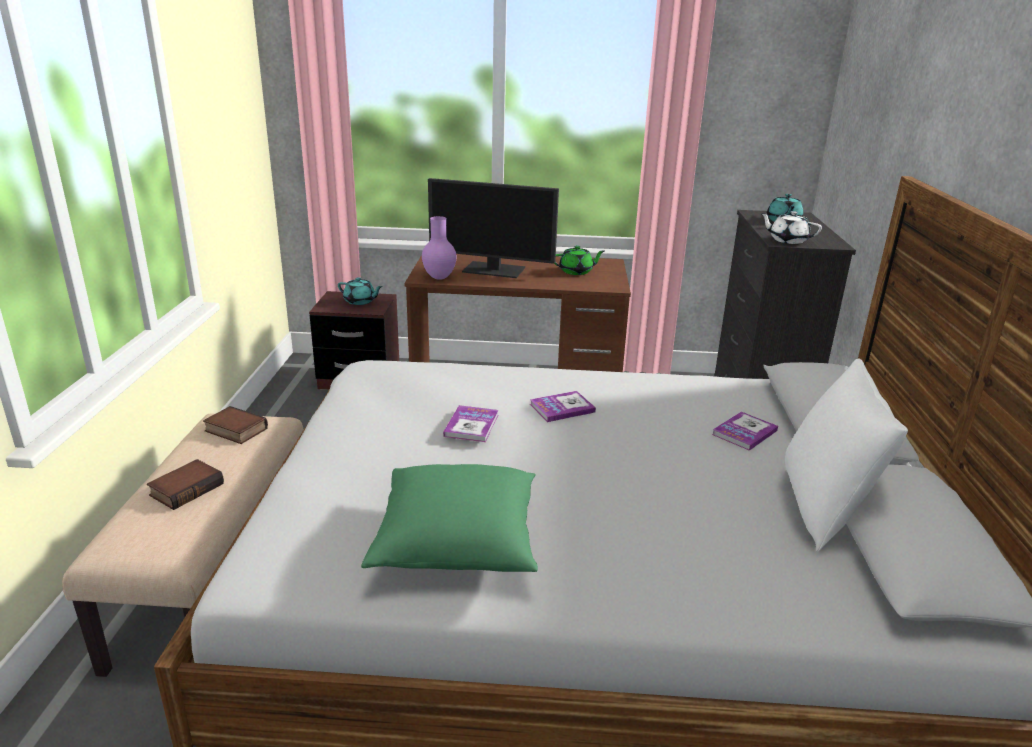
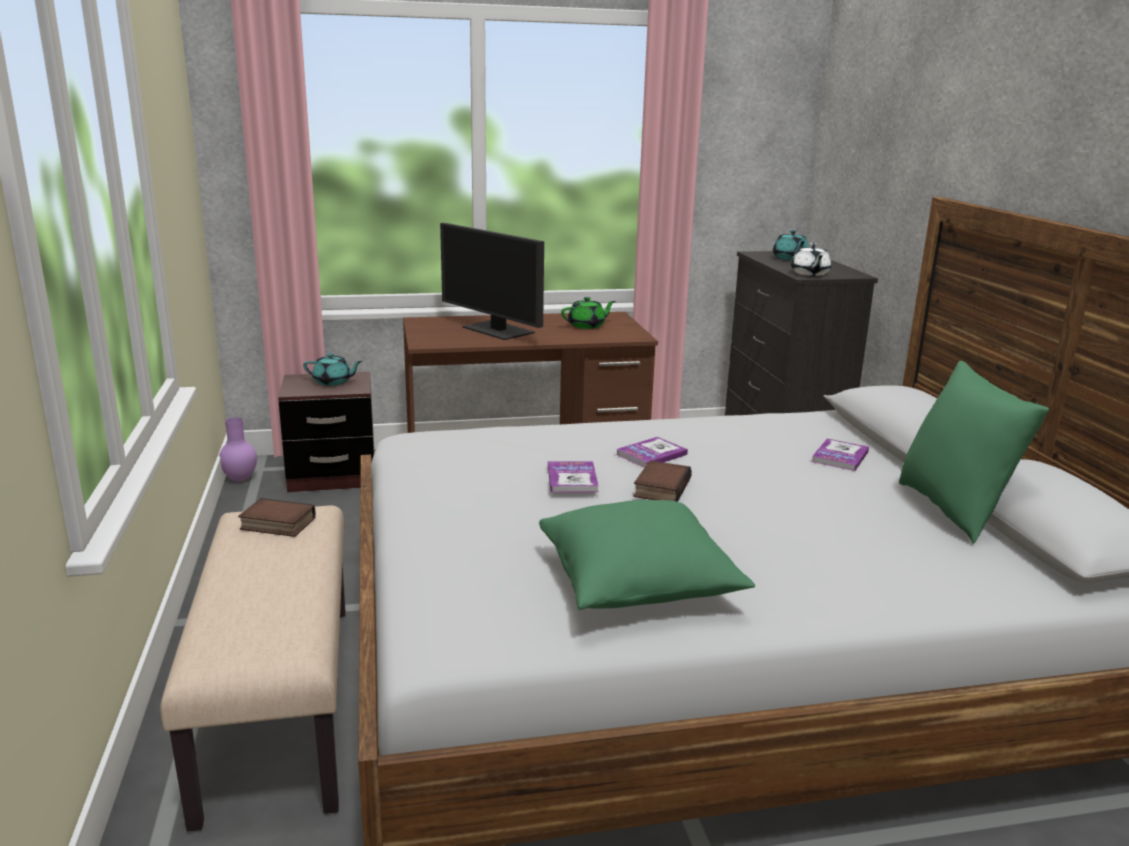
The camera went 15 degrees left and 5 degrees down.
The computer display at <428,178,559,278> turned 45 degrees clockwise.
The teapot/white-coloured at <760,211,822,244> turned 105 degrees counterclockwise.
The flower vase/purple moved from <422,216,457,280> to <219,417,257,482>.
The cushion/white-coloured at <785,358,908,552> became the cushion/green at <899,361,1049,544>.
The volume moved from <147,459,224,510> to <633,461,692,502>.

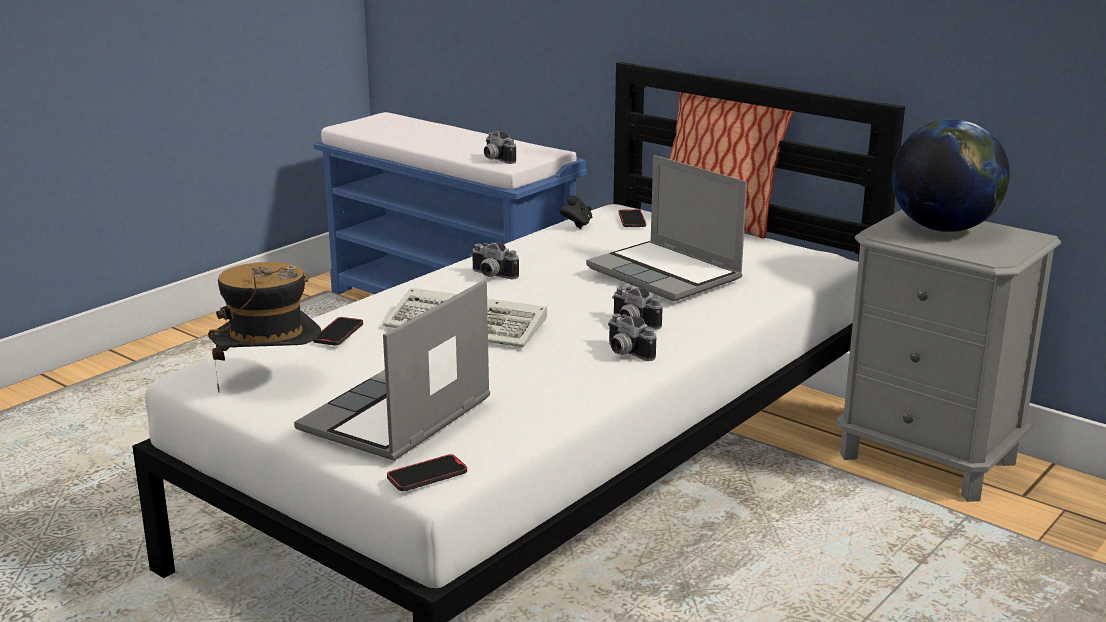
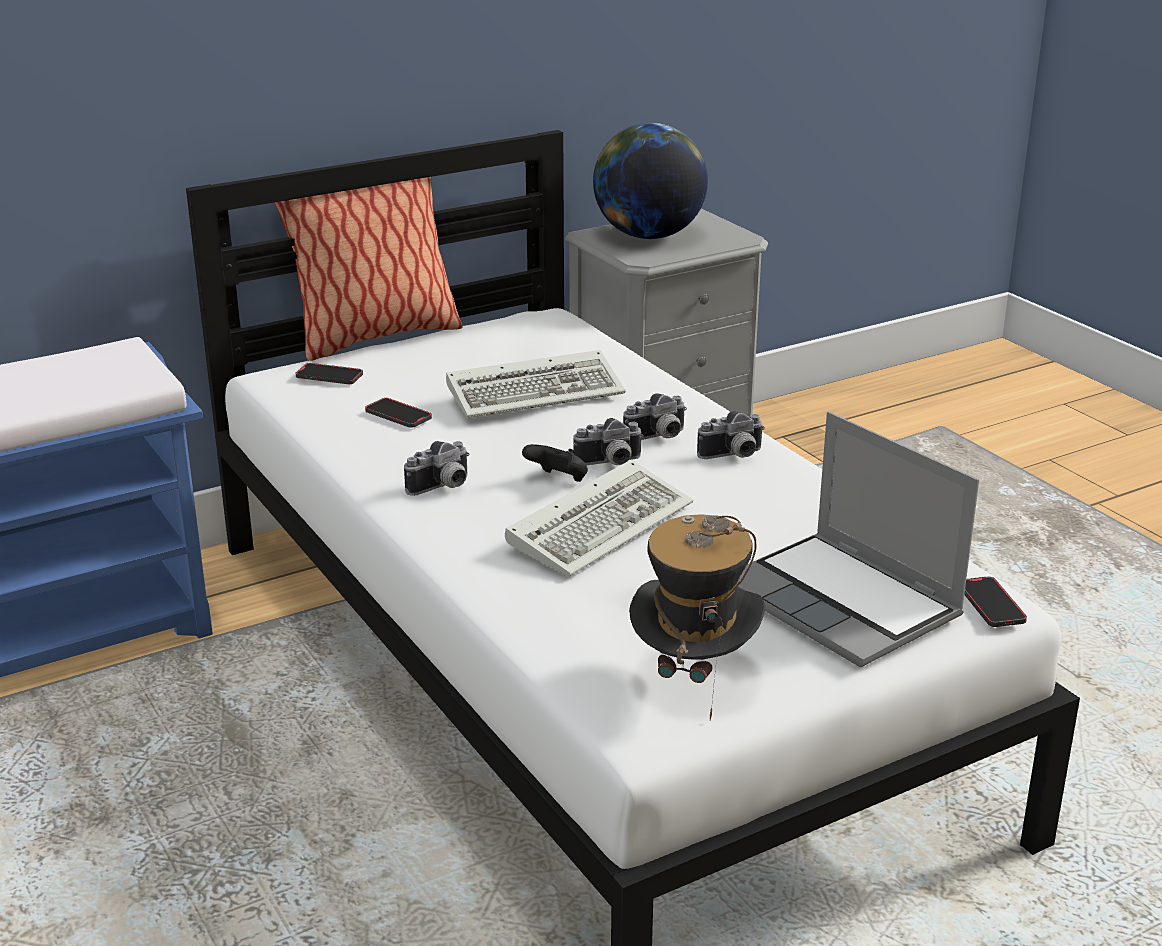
The camera went 70 degrees left and 5 degrees up.
The still camera moved from <484,131,516,164> to <573,418,644,465>.
The portable computer at <586,155,747,301> was replaced by the computer keyboard at <446,350,625,418>.
The game controller/black moved from <559,195,592,229> to <522,444,588,482>.
The phone moved from <313,317,363,346> to <365,398,432,428>.

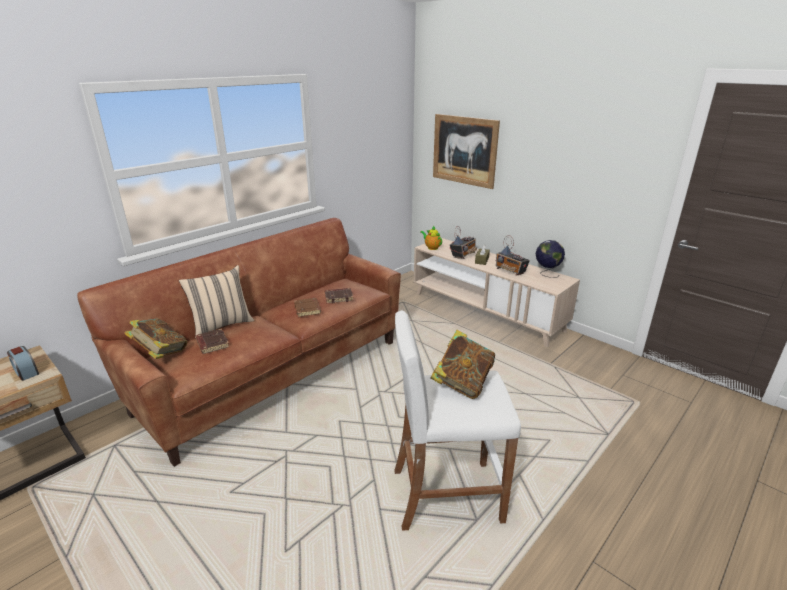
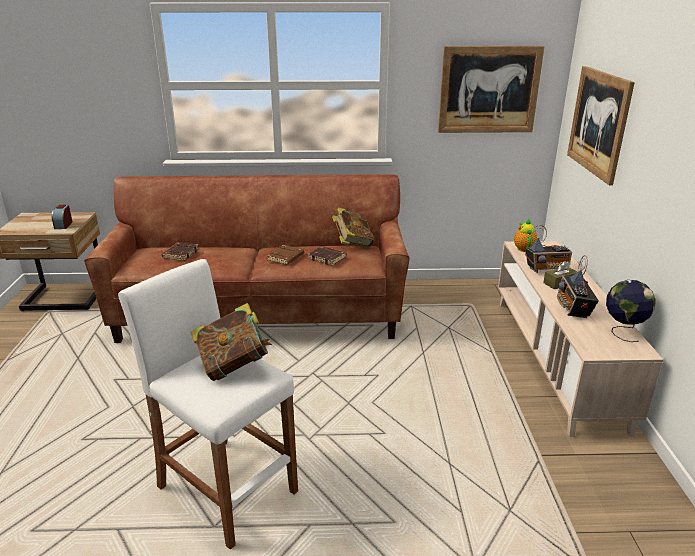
The camera went 45 degrees right and 0 degrees up.
The cushion/sand-coloured at <179,265,254,339> disappeared.
The volume moved from <124,318,187,359> to <332,207,374,248>.
The wall picture at <438,46,545,133> appeared.

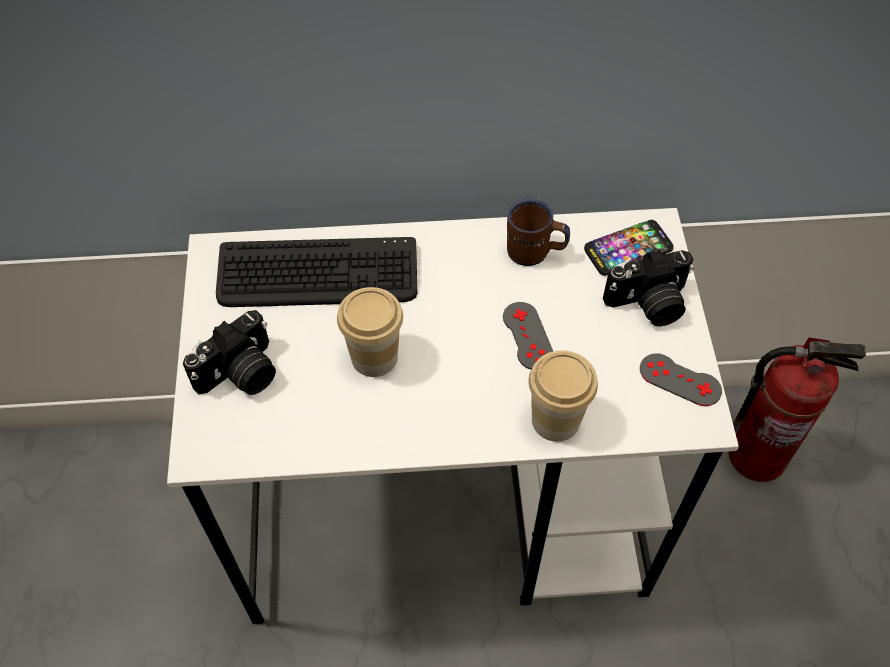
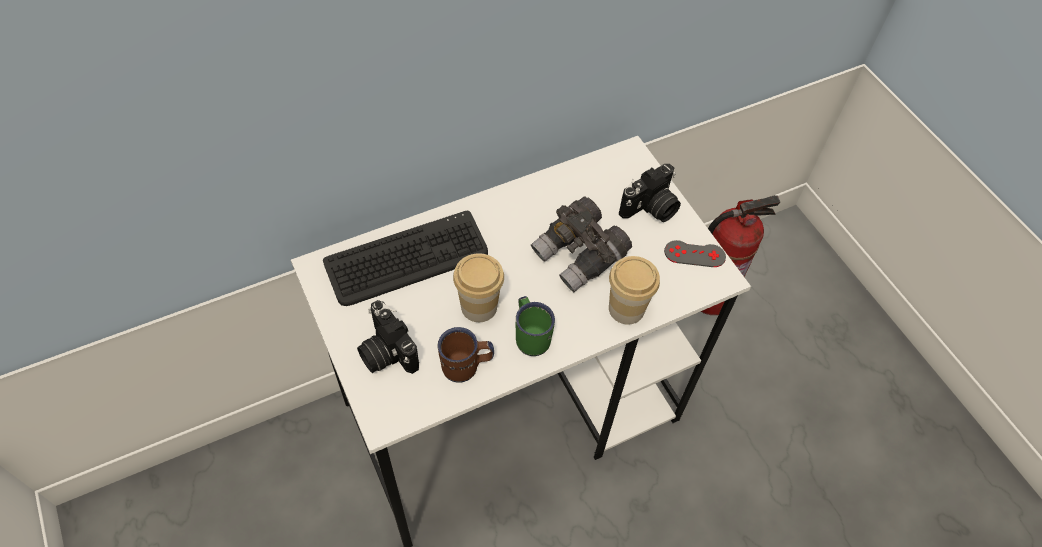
The camera went 25 degrees left and 0 degrees up.
The tea mug/brown moved from <507,198,570,266> to <438,327,494,383>.
The phone at <584,220,674,276> disappeared.
The game controller/gray at <503,302,553,369> was replaced by the binoculars/gray at <531,197,632,292>.
The still camera at <183,310,276,395> turned 120 degrees clockwise.
The tea mug/green at <516,296,555,356> appeared.

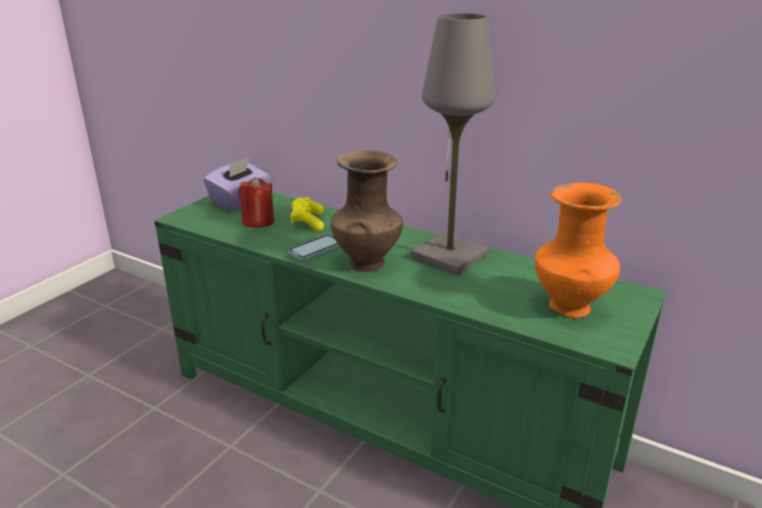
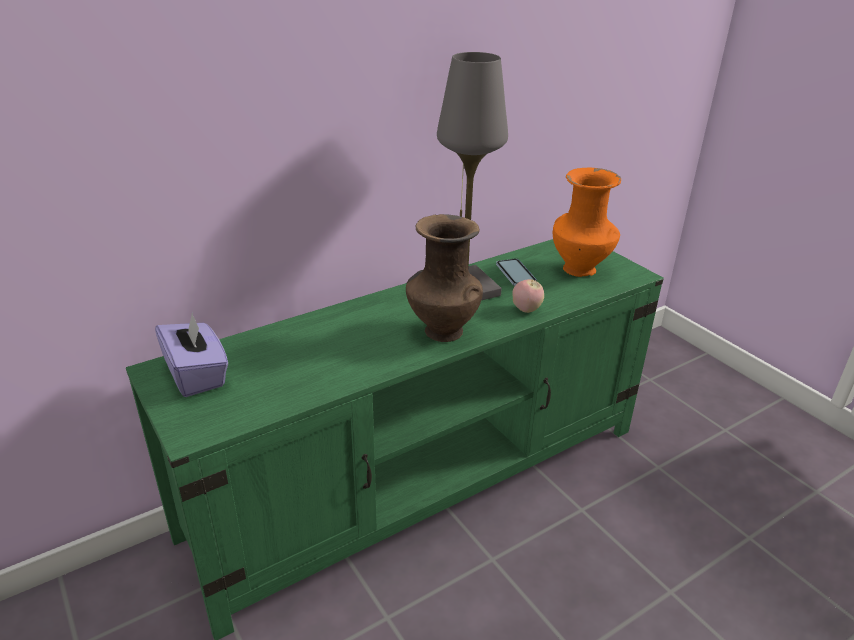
The camera went 65 degrees left and 5 degrees up.
The wax candle/reddish at <238,177,274,228> disappeared.
The game controller/yellowish at <290,197,324,231> disappeared.
The phone moved from <288,235,339,260> to <496,259,537,286>.
The whole apple at <513,279,544,313> appeared.

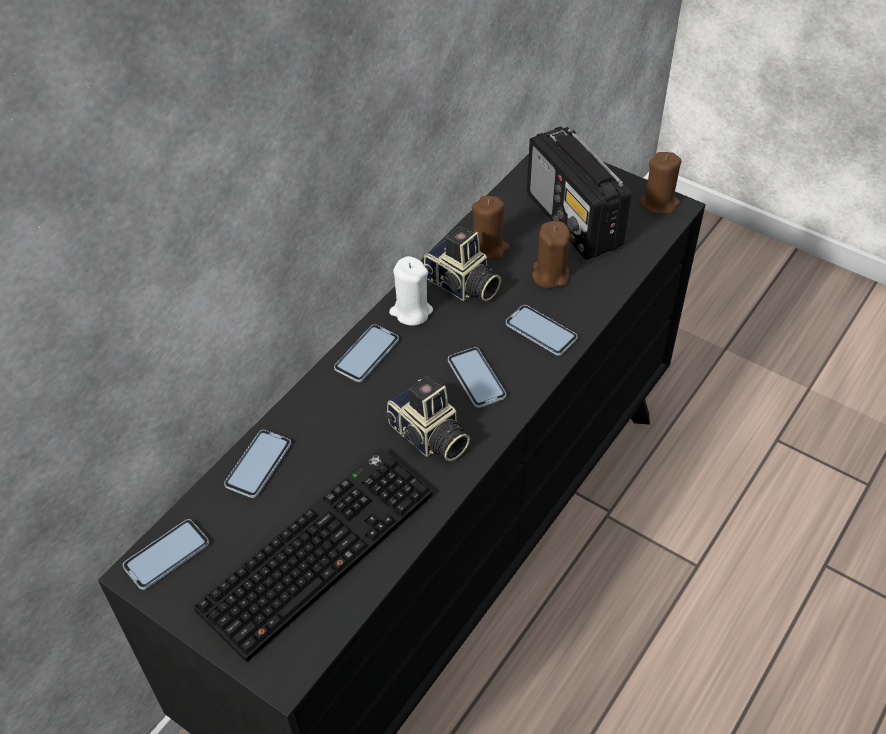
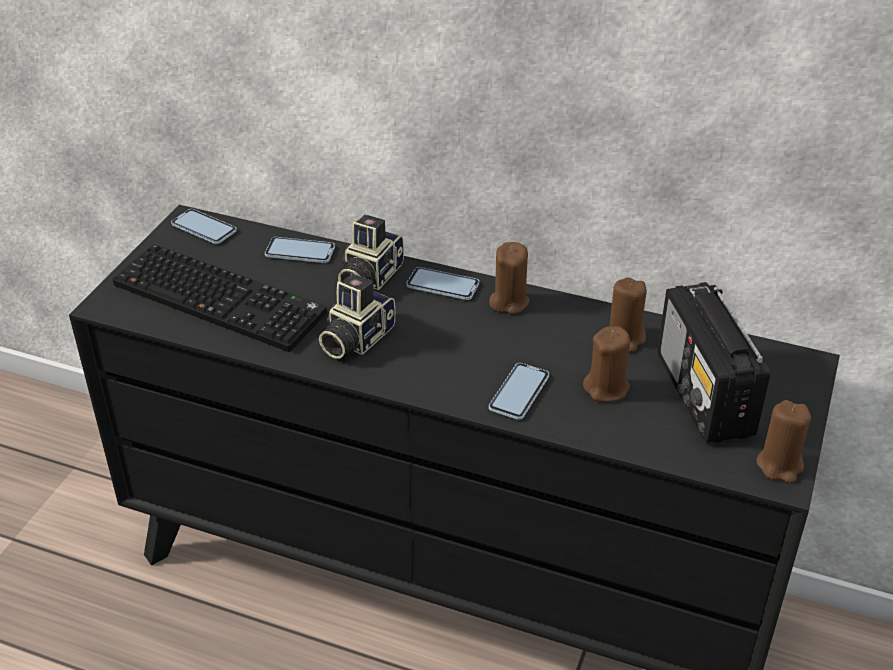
The camera went 75 degrees right and 10 degrees down.
The radio receiver at <527,126,631,260> turned 60 degrees counterclockwise.
The still camera moved from <424,226,501,302> to <338,214,404,290>.
The wax candle/white-coloured at <389,256,433,326> became the wax candle/brown at <489,242,530,314>.
The phone at <448,347,506,408> disappeared.

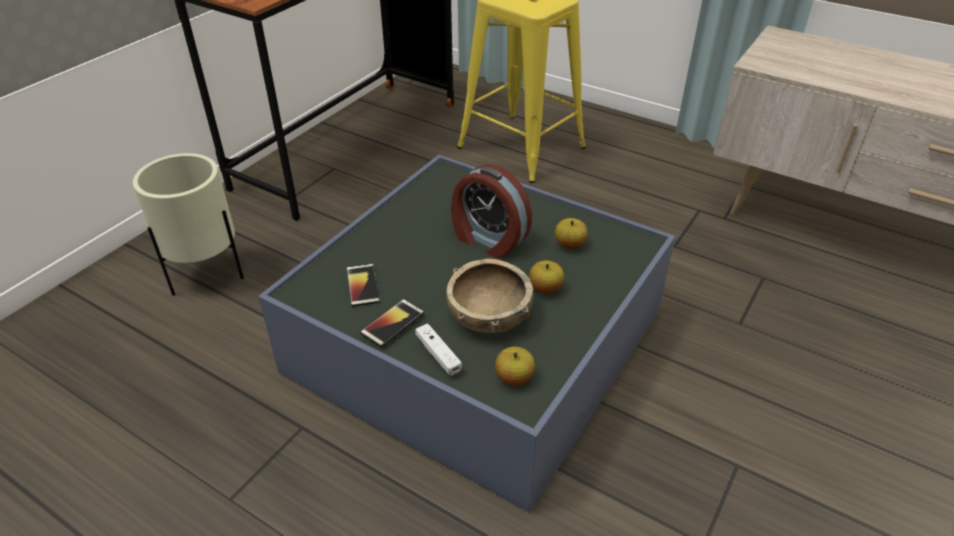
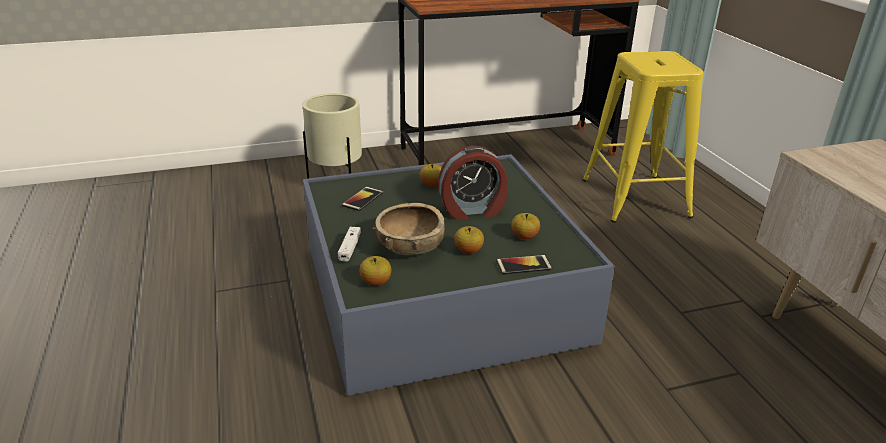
The camera went 40 degrees right and 10 degrees down.
The table clock at <451,164,532,258> turned 90 degrees counterclockwise.
The phone moved from <361,299,424,347> to <496,255,552,274>.
The whole apple at <420,164,442,187> appeared.

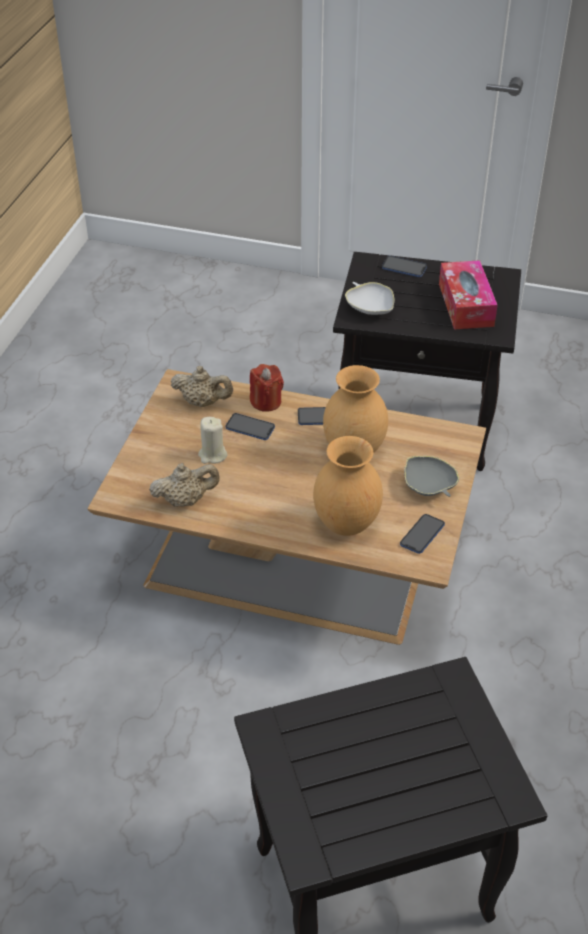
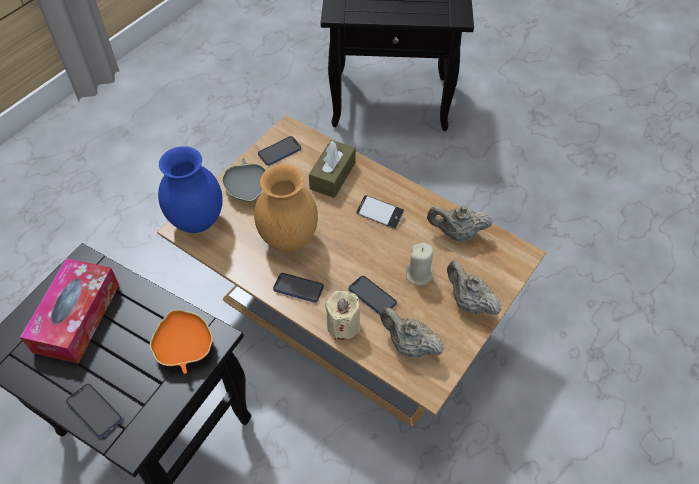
The camera went 160 degrees left and 10 degrees up.
The bowl/white-coloured at <345,282,395,315> became the bowl/orangey at <150,309,213,374>.
The wax candle/reddish at <250,364,284,412> became the wax candle/sand-coloured at <325,291,360,340>.
The flower vase/brown at <313,436,383,536> was replaced by the box of tissues/brown at <309,140,356,198>.
The flower vase/bluish at <158,146,223,233> appeared.
The phone at <356,195,404,229> appeared.
The teapot/sand-coloured at <447,261,502,315> appeared.

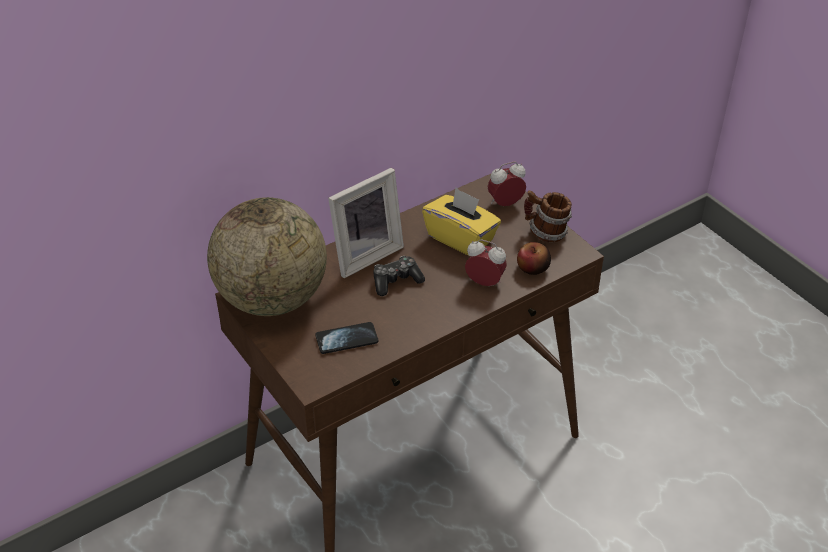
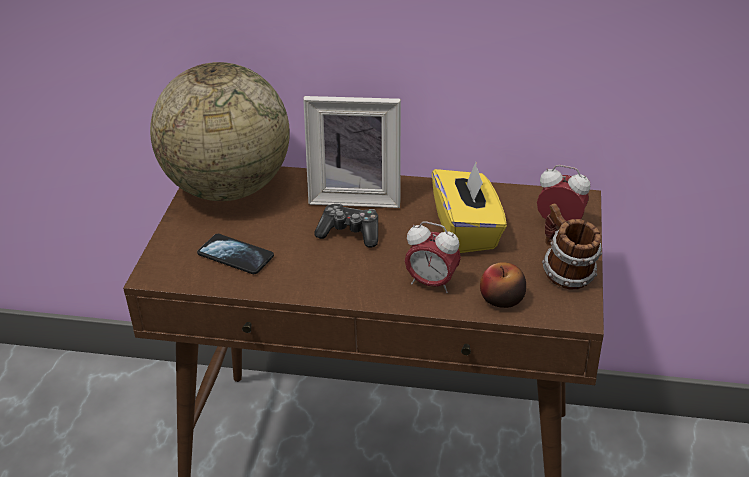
The camera went 45 degrees right and 5 degrees down.
The table clock at <465,239,507,286> turned 135 degrees clockwise.

